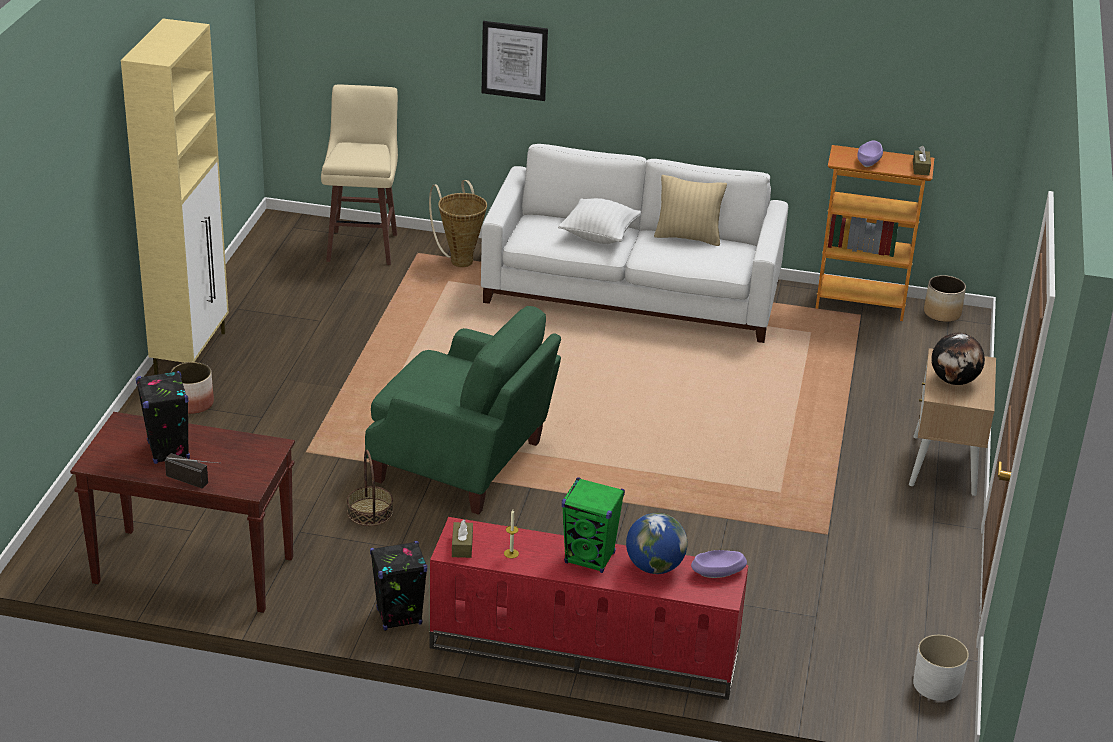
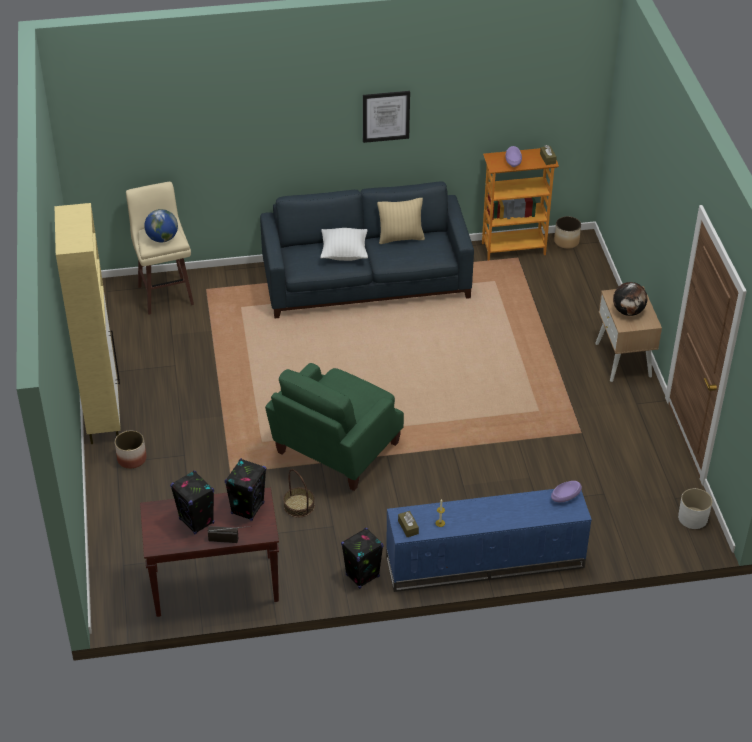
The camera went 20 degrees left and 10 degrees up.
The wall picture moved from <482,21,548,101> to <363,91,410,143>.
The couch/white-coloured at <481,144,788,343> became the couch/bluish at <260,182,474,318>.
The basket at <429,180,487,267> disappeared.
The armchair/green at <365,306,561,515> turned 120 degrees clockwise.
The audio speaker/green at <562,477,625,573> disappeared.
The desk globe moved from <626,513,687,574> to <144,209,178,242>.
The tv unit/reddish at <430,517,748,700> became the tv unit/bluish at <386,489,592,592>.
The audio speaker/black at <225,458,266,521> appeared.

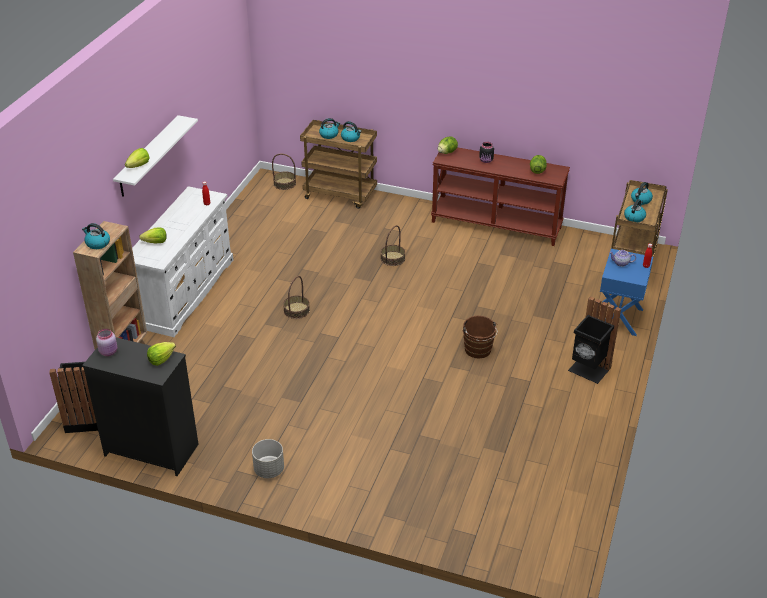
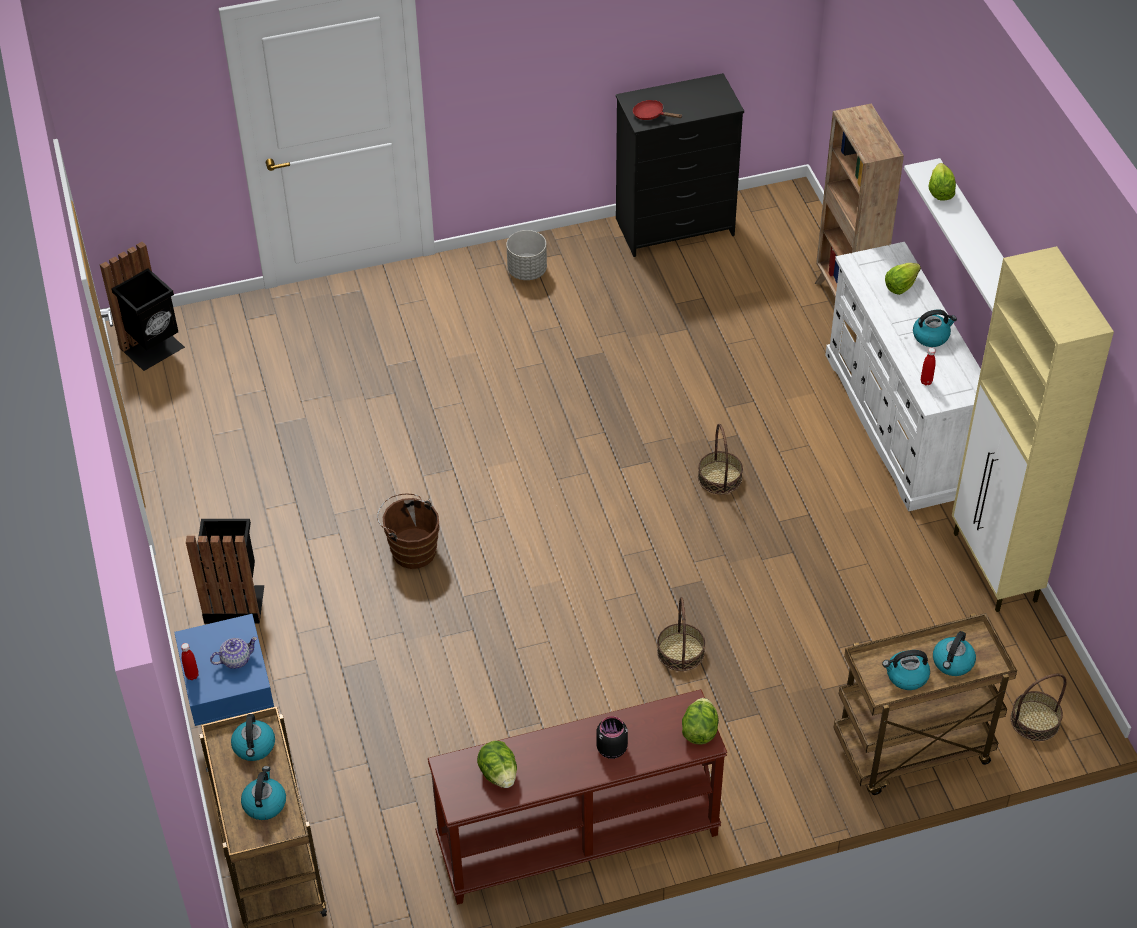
The camera went 145 degrees right and 10 degrees up.
The kettle moved from <82,223,110,249> to <913,309,957,347>.
The jar/pinkish at <96,329,117,356> disappeared.
The lettuce head at <147,342,176,366> was replaced by the pan/reddish at <633,100,683,120>.
The trash can/black moved from <49,362,98,433> to <100,242,185,371>.
The storage cabinet/sand-coloured at <952,246,1114,612> appeared.

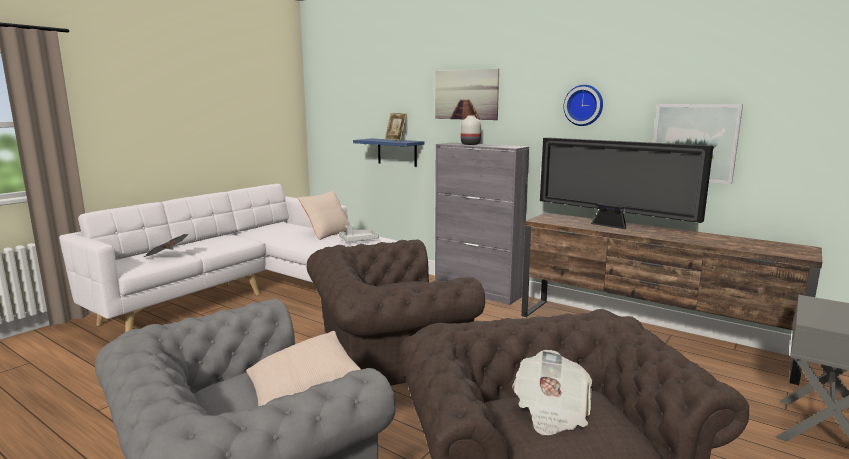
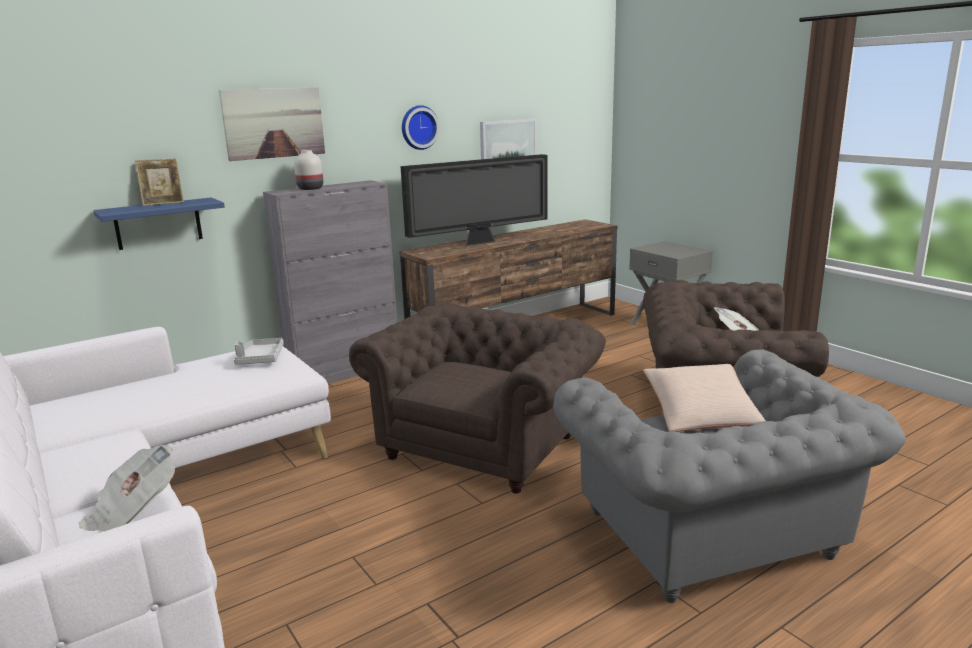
The camera went 70 degrees left and 5 degrees up.
The cushion/sand-coloured at <298,191,354,240> disappeared.
The armchair/brown at <307,239,485,386> turned 150 degrees counterclockwise.

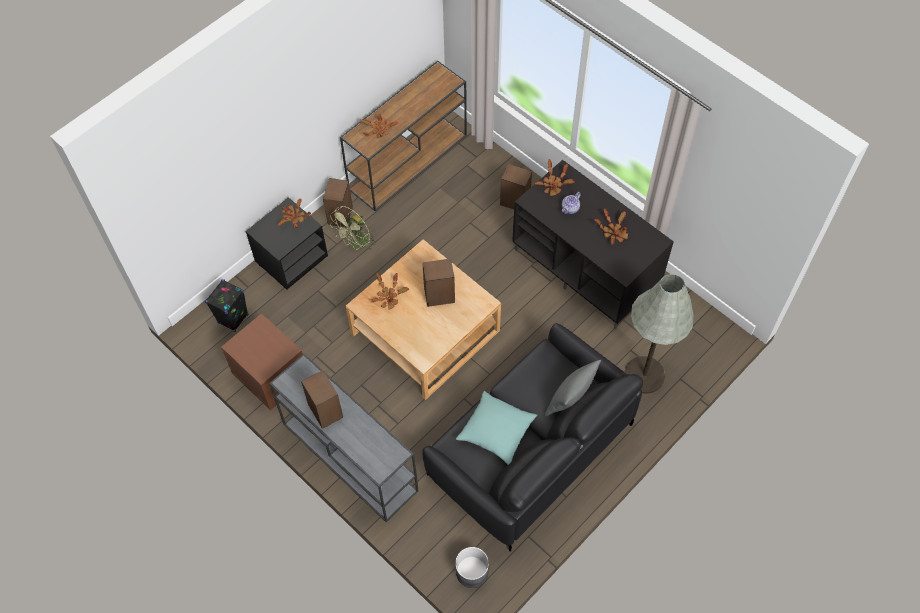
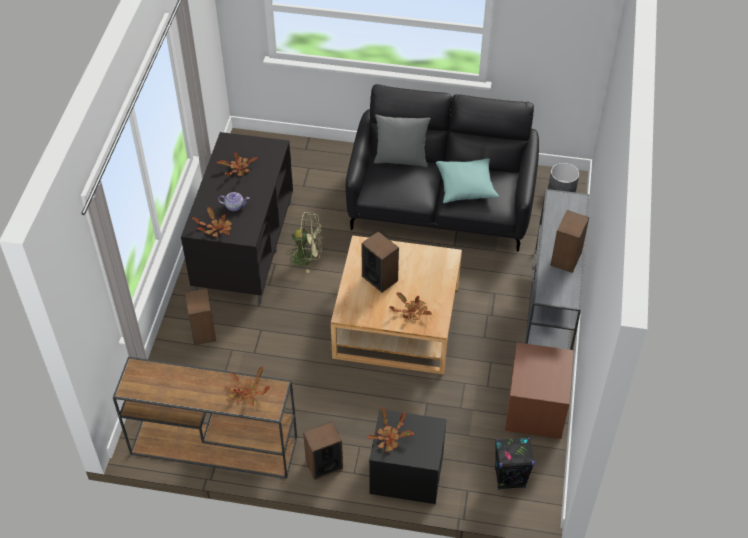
The camera went 125 degrees left and 10 degrees down.
The electric fan/green moved from <330,206,376,250> to <286,212,322,273>.
The standing lamp/gray at <625,274,694,394> disappeared.

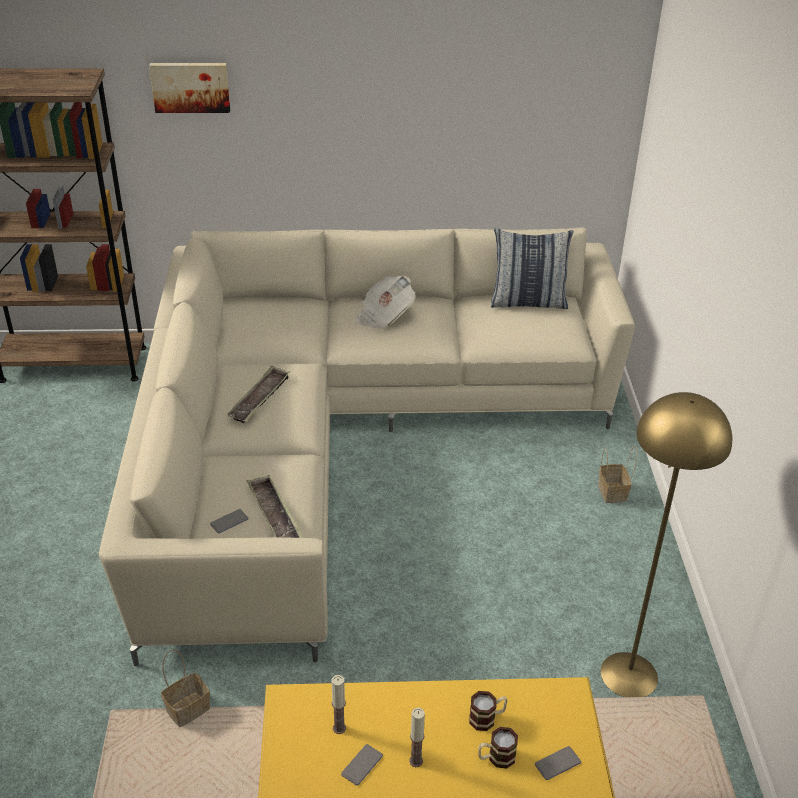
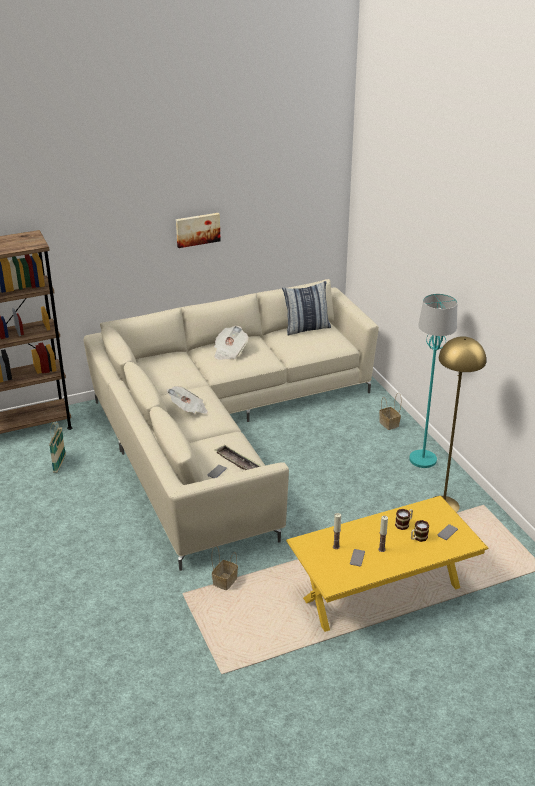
The camera went 20 degrees left and 5 degrees down.
The wall picture moved from <149,63,230,113> to <176,213,221,248>.
The carrying tray at <227,366,290,423> was replaced by the printed paper at <167,386,208,414>.
The standing lamp/turquoise-coloured at <409,294,457,468> appeared.
The basket at <49,422,66,473> appeared.

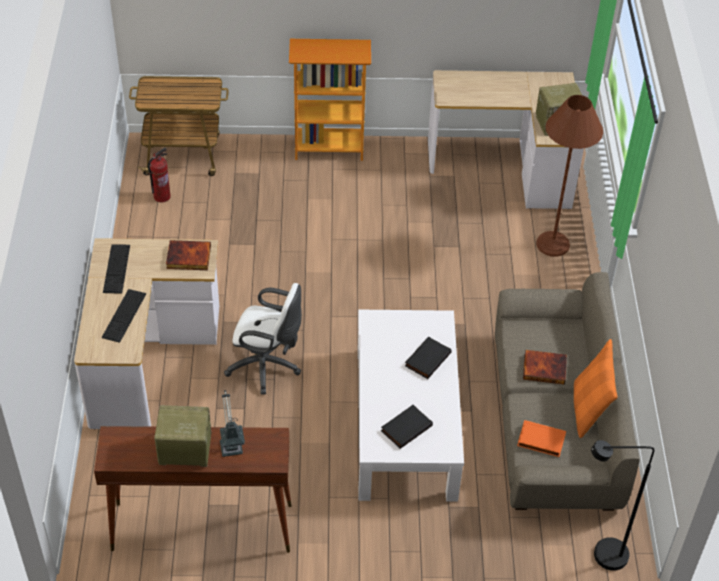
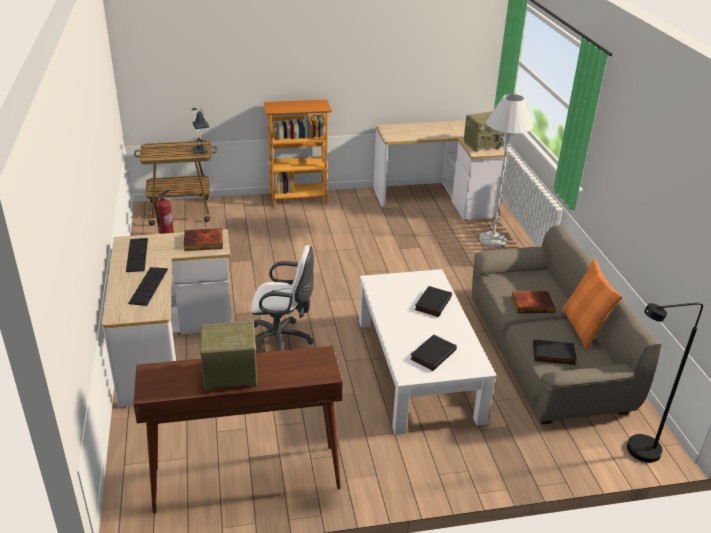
The camera went 10 degrees left and 15 degrees down.
The standing lamp/brown at <536,95,603,257> became the standing lamp/white-coloured at <479,94,533,247>.
The table lamp moved from <220,390,245,457> to <192,108,209,154>.
The volume/orangey at <517,420,566,457> became the volume/black at <533,339,577,365>.

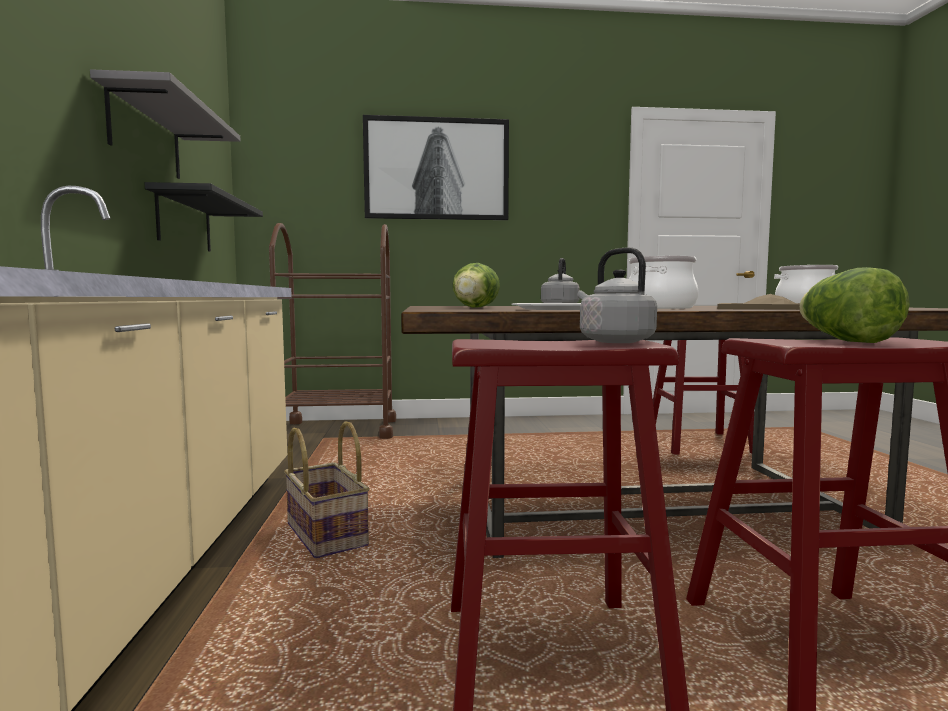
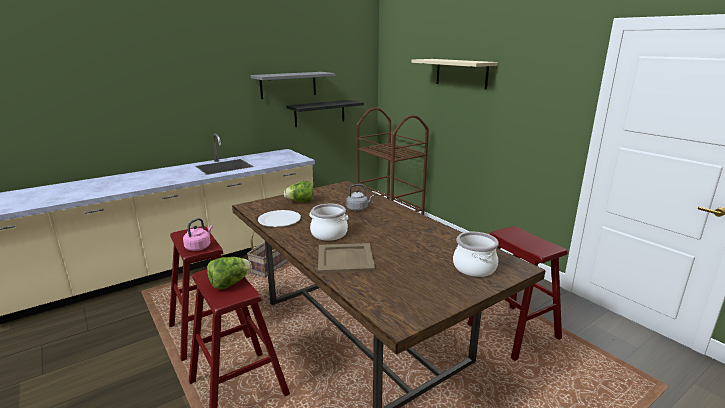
The camera went 60 degrees right and 15 degrees up.
The wall picture at <363,115,509,220> was replaced by the bracket shelf/sand-coloured at <411,59,498,90>.
The kettle/gray at <578,247,657,343> became the kettle/pinkish at <183,218,213,251>.

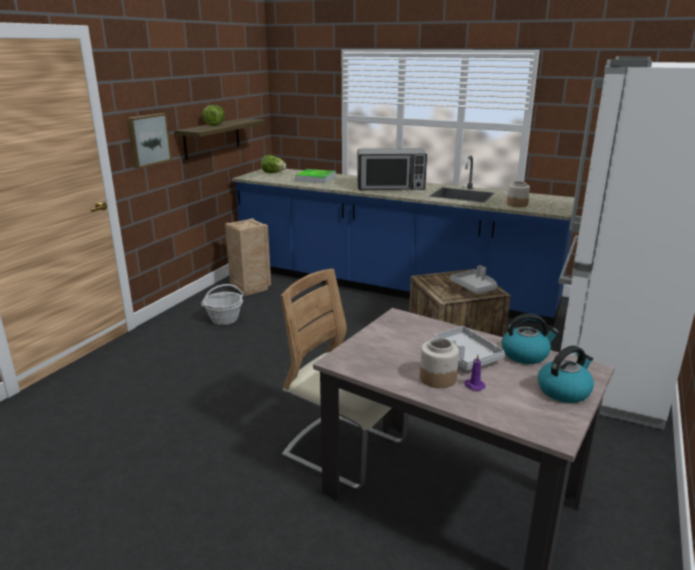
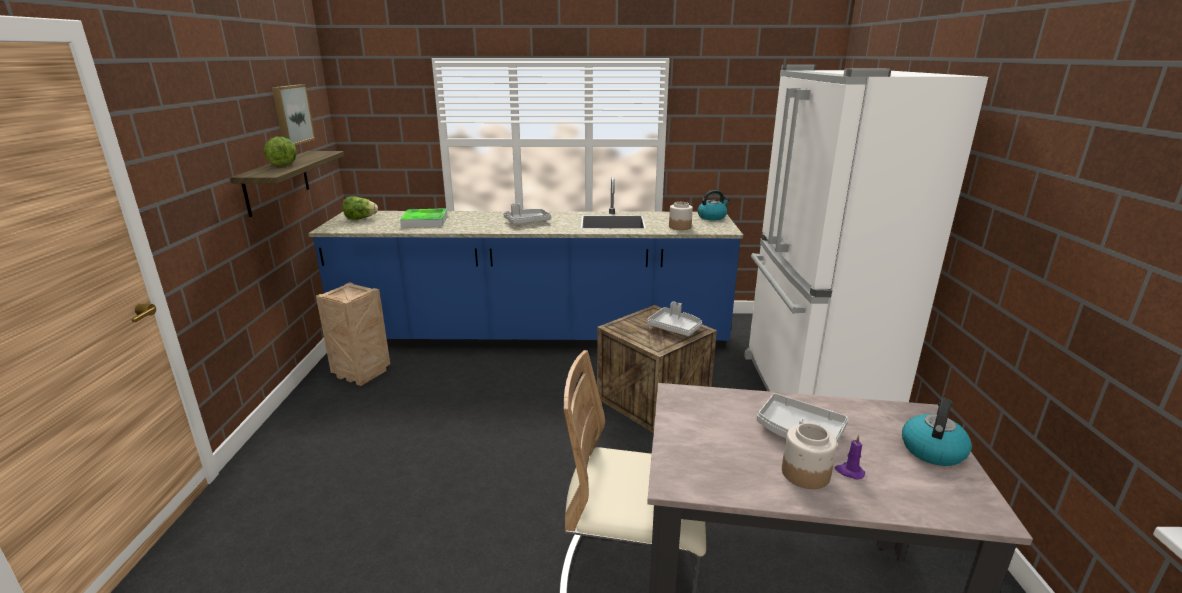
The camera went 25 degrees left and 0 degrees up.
The wall picture moved from <127,113,172,169> to <272,84,315,145>.
The microwave at <357,149,427,190> was replaced by the carrying tray/gray at <503,203,551,224>.
The basket at <201,284,244,325> disappeared.
The kettle moved from <501,314,559,364> to <698,190,730,220>.

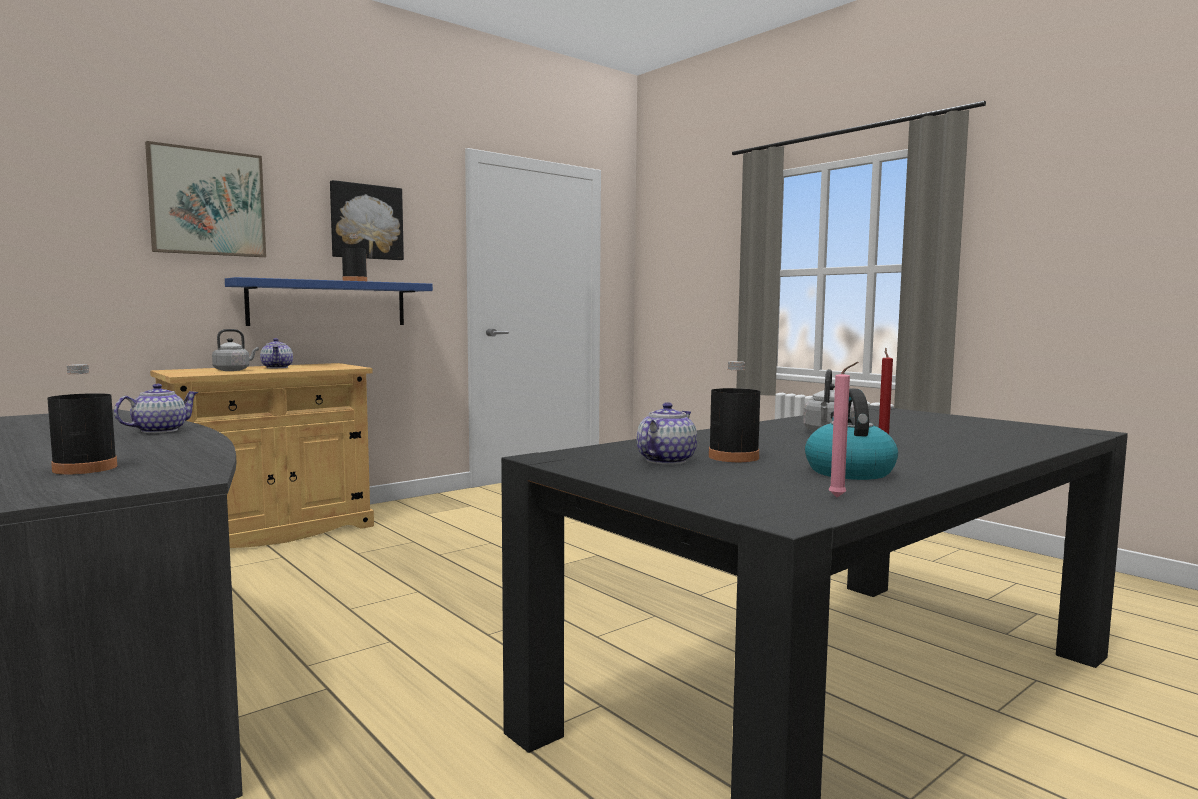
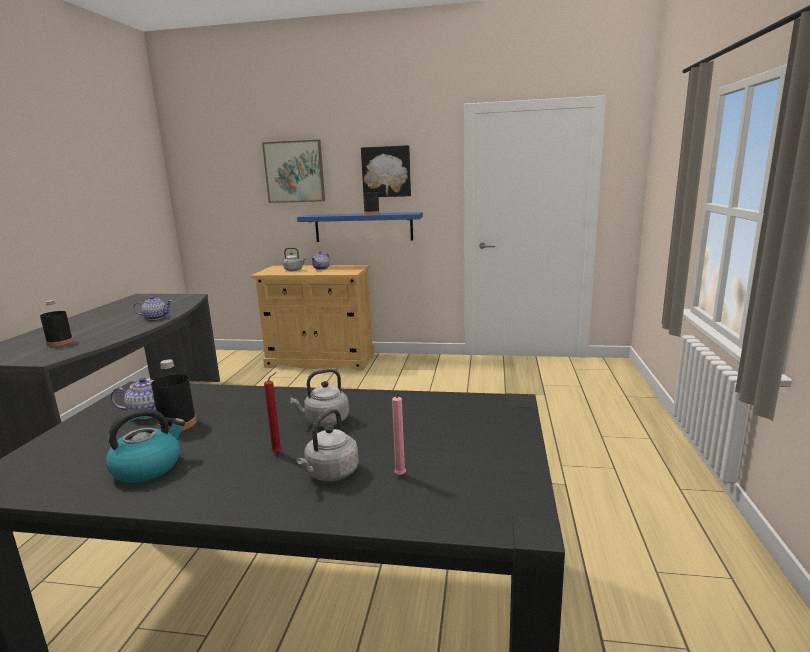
The camera went 50 degrees right and 10 degrees up.
The wax candle/pinkish moved from <829,362,859,497> to <392,393,406,475>.
The kettle/gray at <296,409,359,481> appeared.

